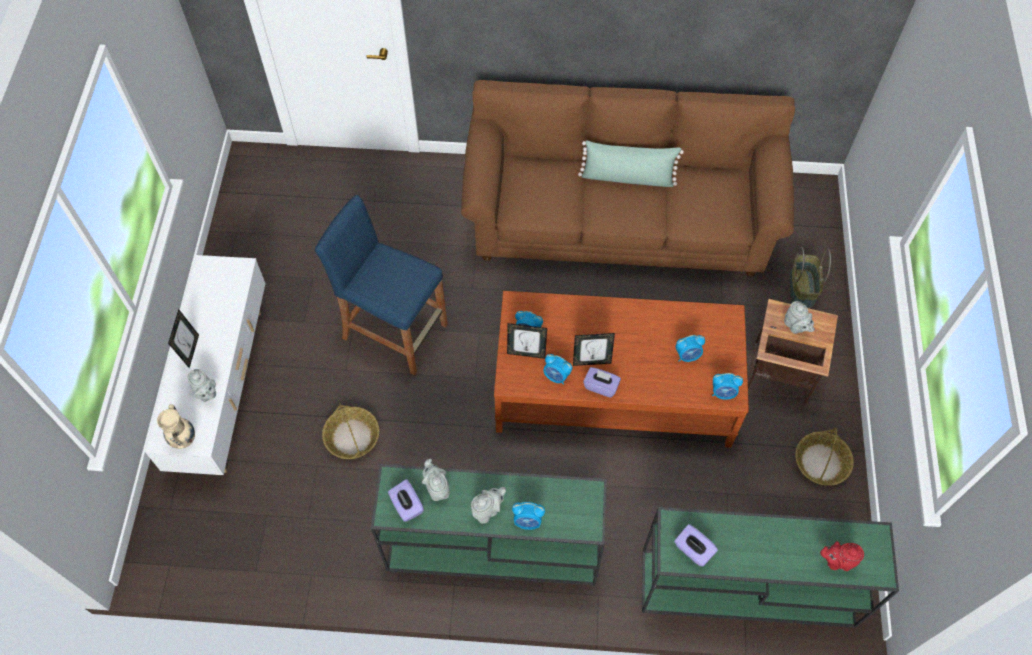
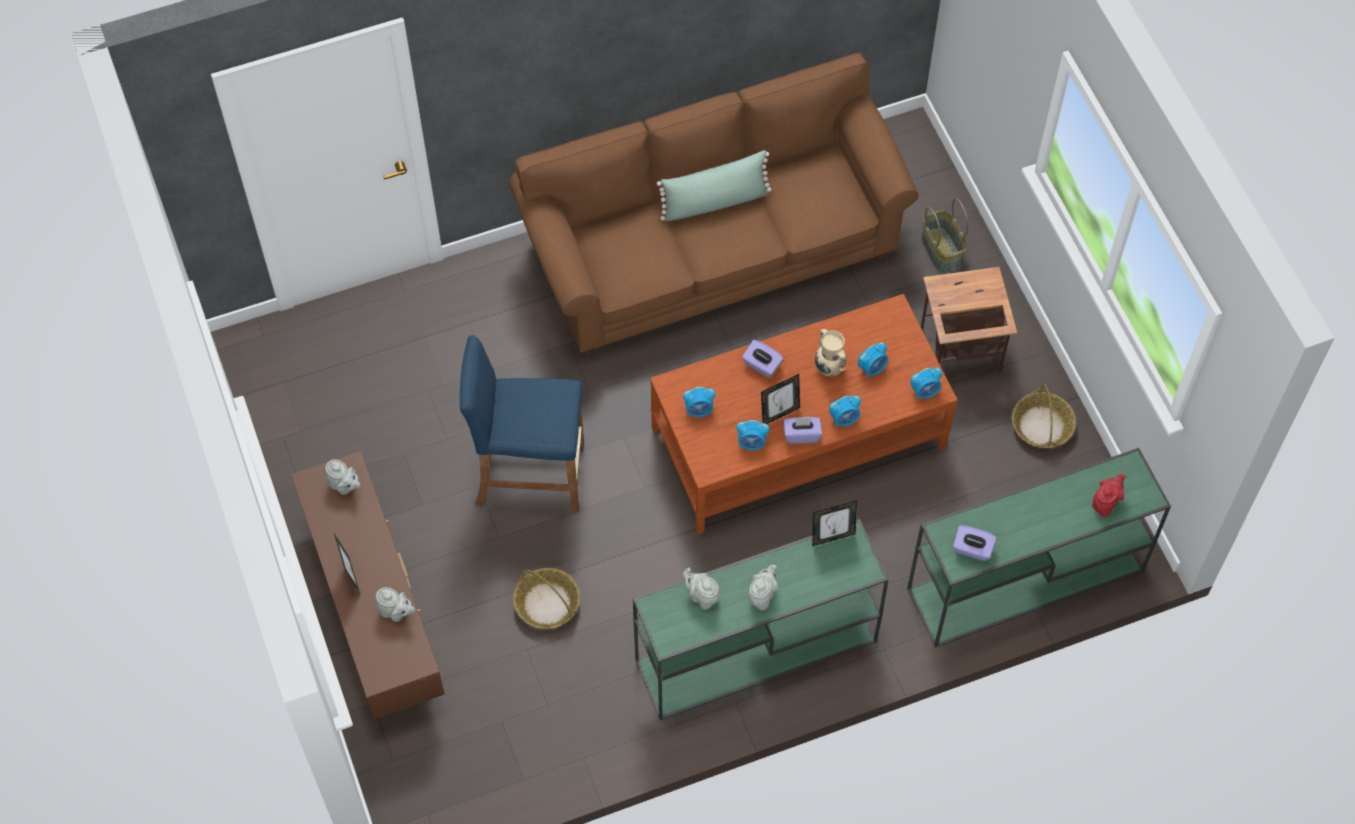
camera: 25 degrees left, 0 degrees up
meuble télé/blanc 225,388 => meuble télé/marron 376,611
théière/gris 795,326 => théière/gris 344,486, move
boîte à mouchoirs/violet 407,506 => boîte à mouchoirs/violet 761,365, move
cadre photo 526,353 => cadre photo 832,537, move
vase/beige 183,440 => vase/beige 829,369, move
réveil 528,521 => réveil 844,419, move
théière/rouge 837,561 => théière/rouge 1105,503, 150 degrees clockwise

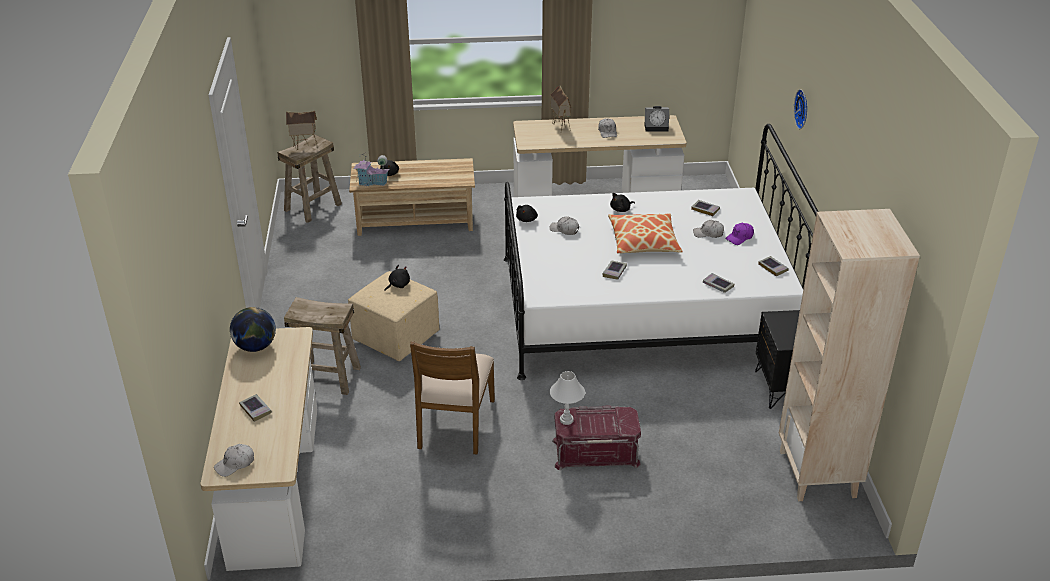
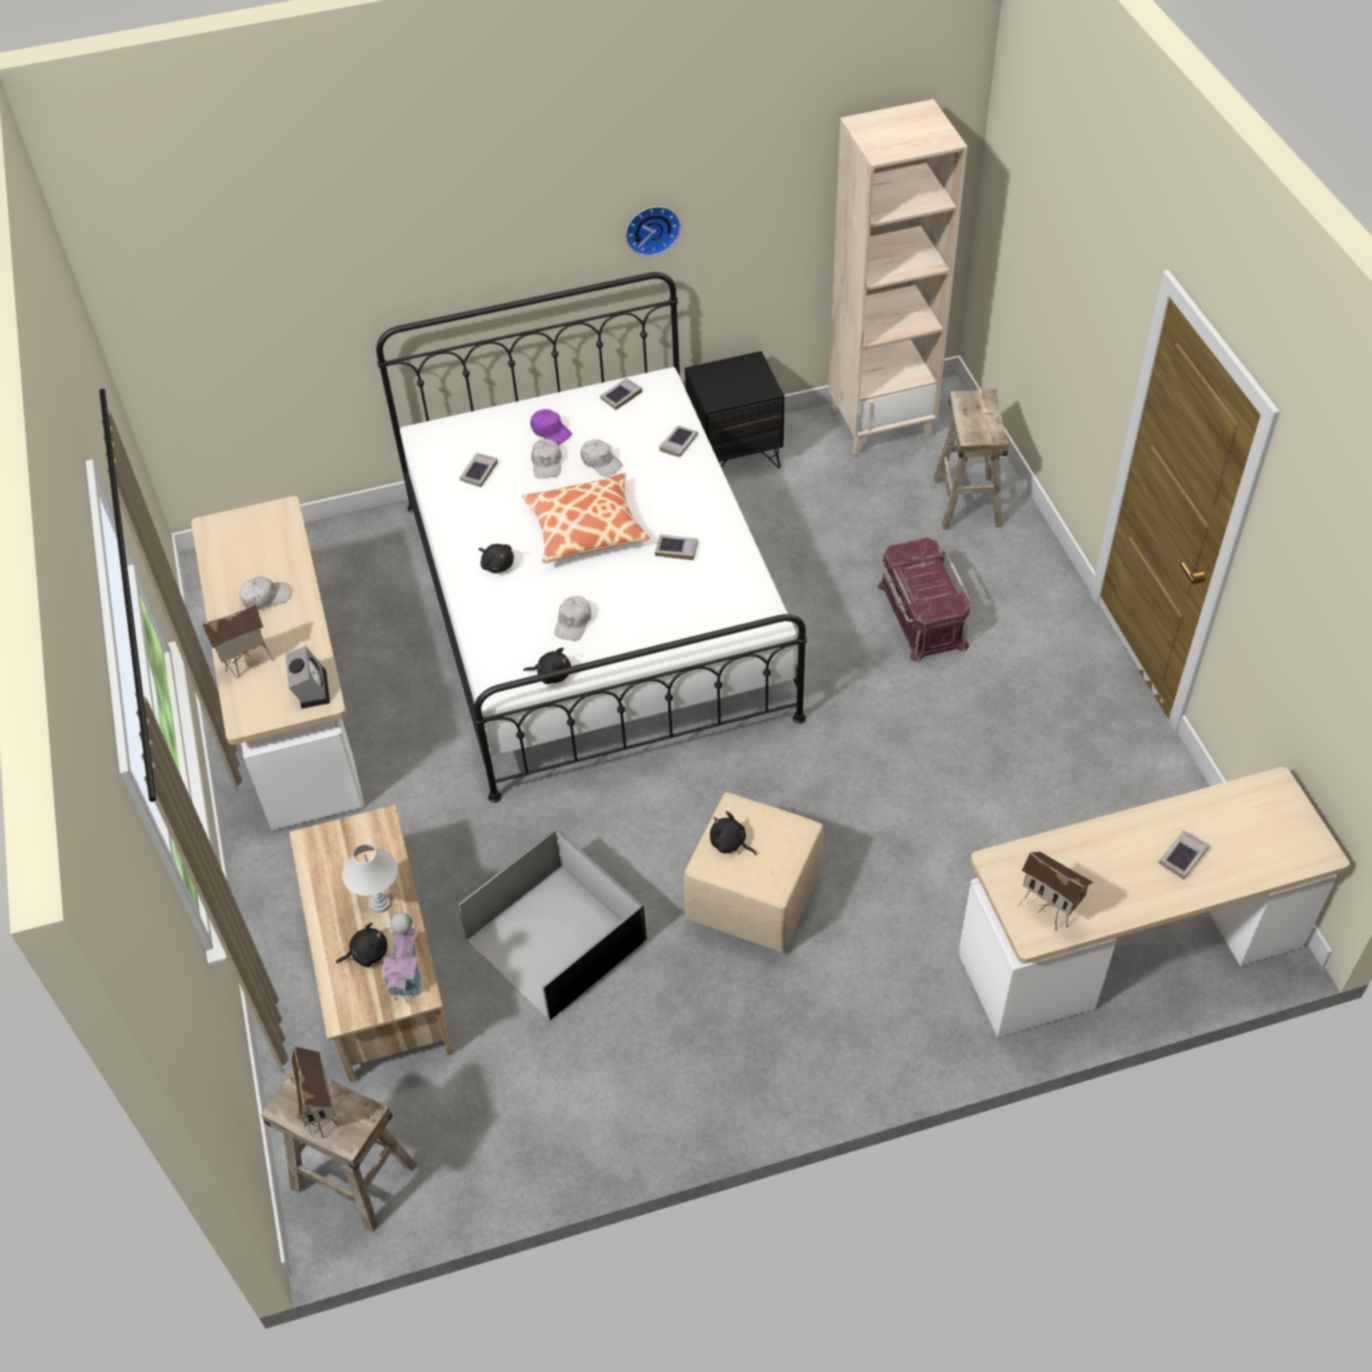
camera: 100 degrees left, 15 degrees up
réveil 657,127 => réveil 310,688, move
lampe de table/blanc 566,420 => lampe de table/blanc 380,903, move
nothing => boîte de rangement/noir 554,937
casquette/blanc 235,464 => casquette/blanc 601,462, move
horloge murale 803,109 => horloge murale 651,228, move
tabouret/beige 328,377 => tabouret/beige 966,501, move
globe 255,347 => maison miniature 1048,910
chaise/marron 454,424 => nothing

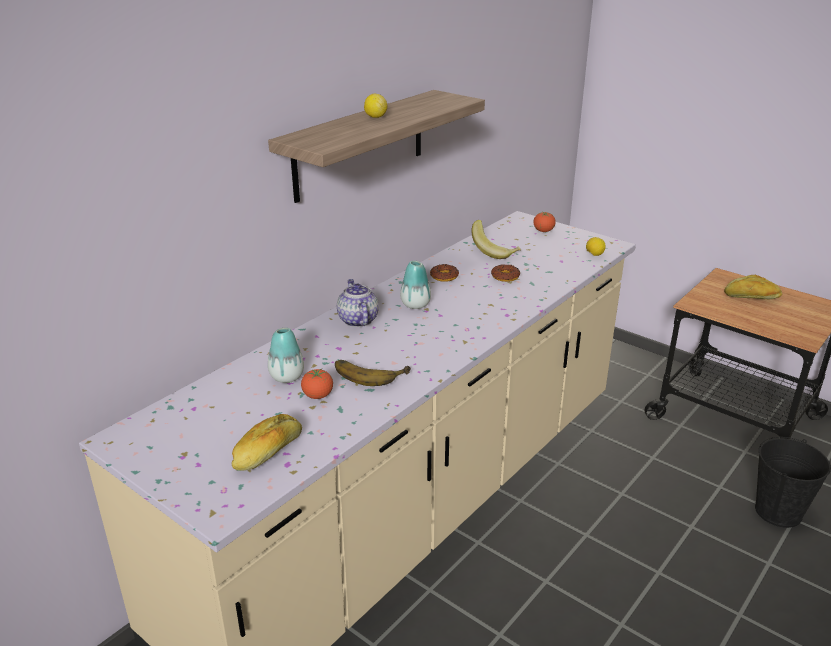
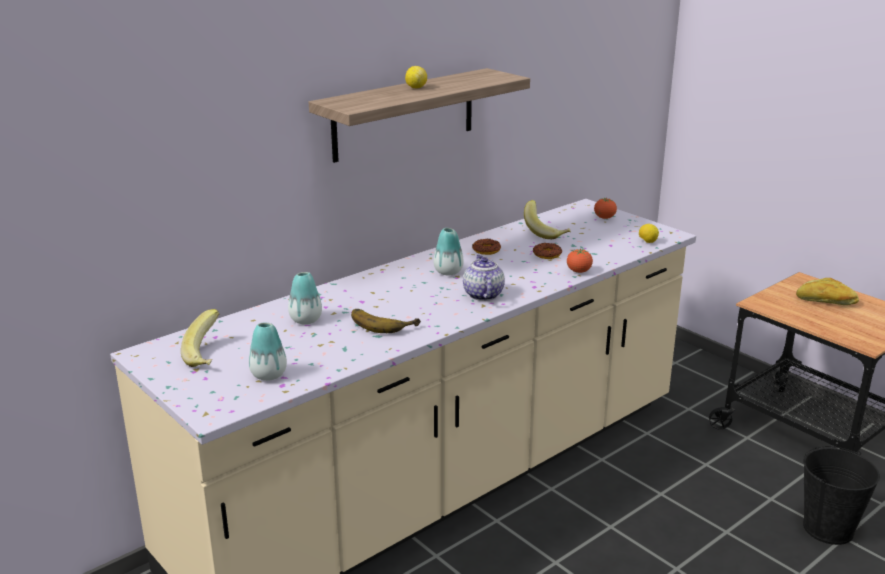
camera: 10 degrees right, 5 degrees down
nothing => banane 208,356
pain 268,452 => vase 268,375
théière 357,320 => théière 482,294, move
tomate 318,396 => tomate 578,271, move

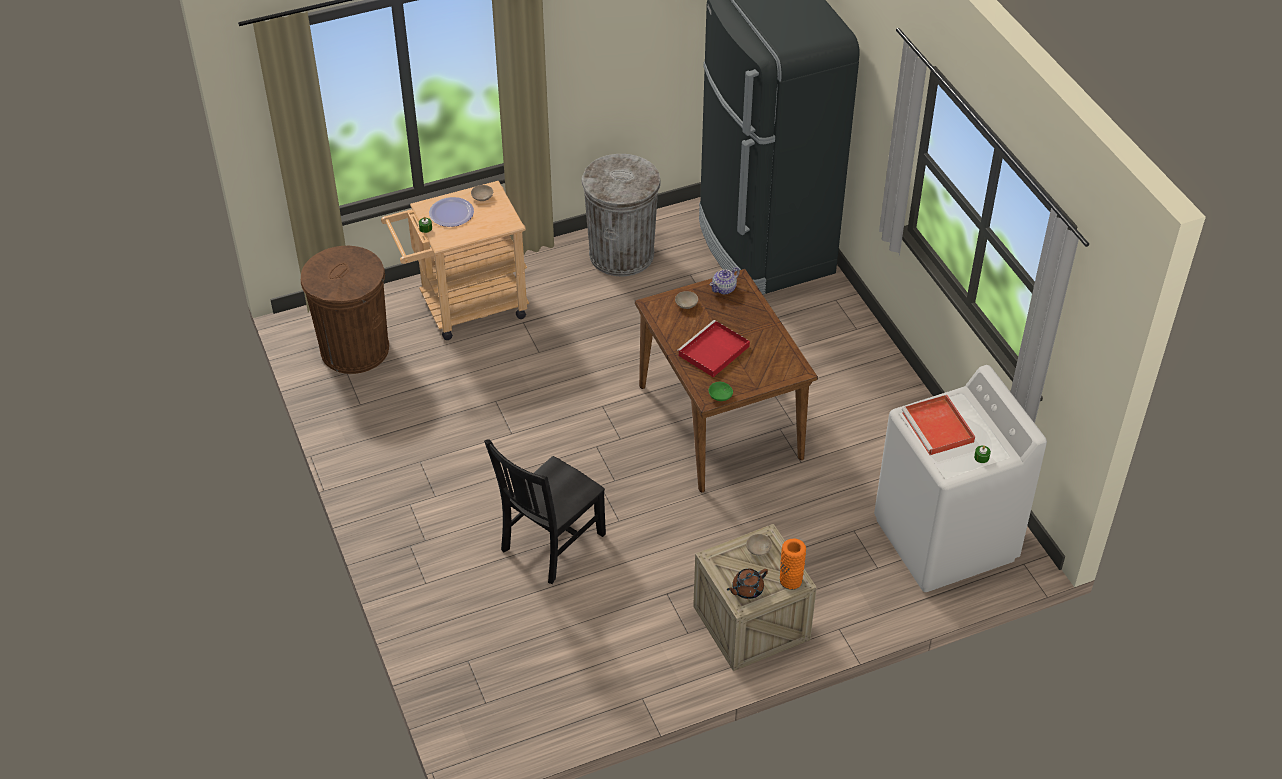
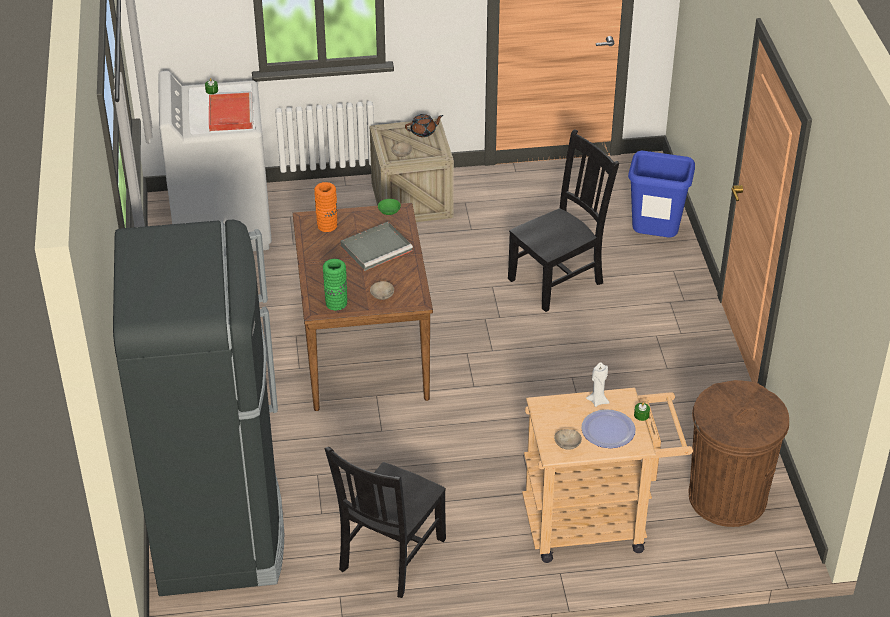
camera: 165 degrees left, 5 degrees down
vase/orange 790,580 => vase/orange 327,225, move
théière 724,288 => vase/vert 336,303
poubelle/gris 622,254 => chaise/noir 390,557
plateau/rouge 713,352 => plateau/gris 377,248
nothing => bougie/blanc 597,401
nothing => poubelle/bleu 653,239

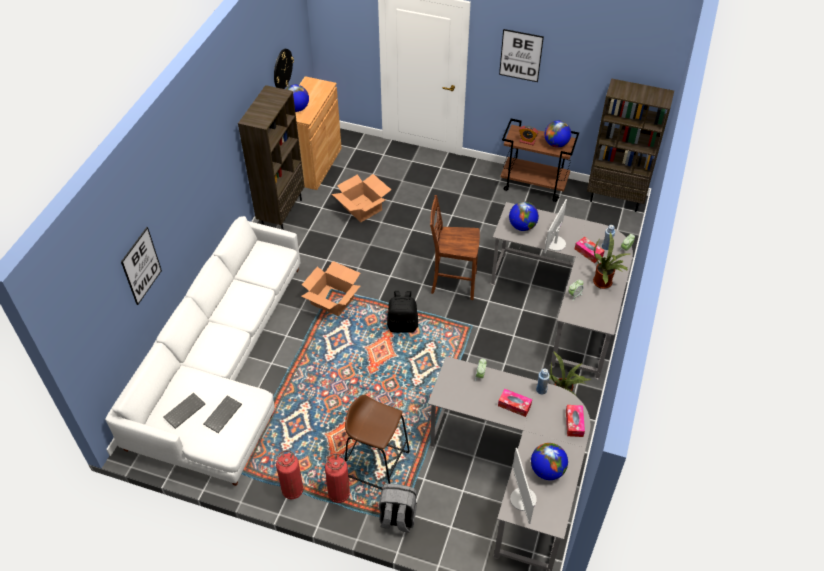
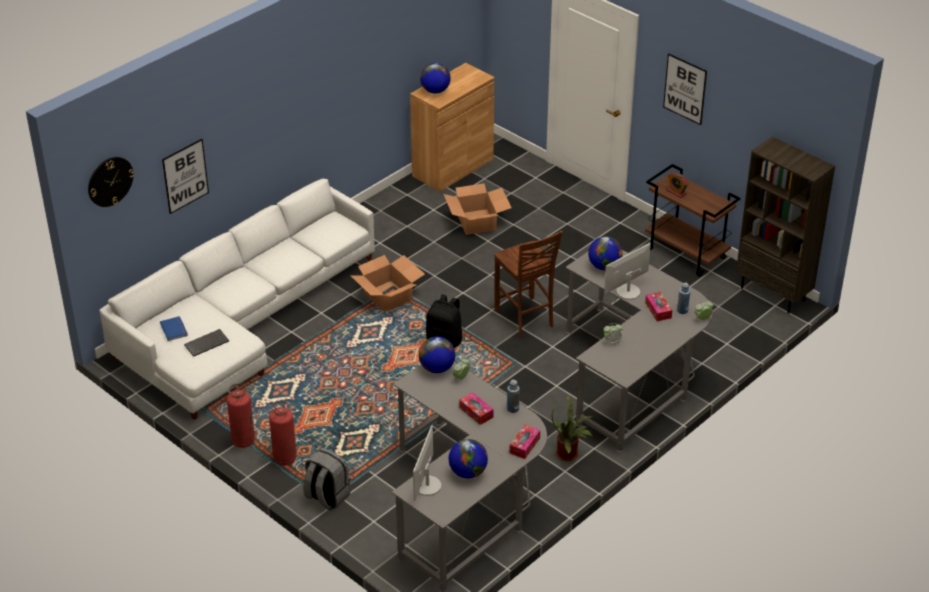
camera: 25 degrees right, 10 degrees down
horloge murale 282,69 => horloge murale 110,181, move
clavier 184,410 => livre/bleu 175,329
globe 556,144 => globe 437,368, move
chaise/marron 452,283 => chaise/marron 525,319, 150 degrees counterclockwise
bibliothèque/marron 281,212 => nothing
tabouret/marron 377,463 => nothing
plante en pot 604,282 => nothing

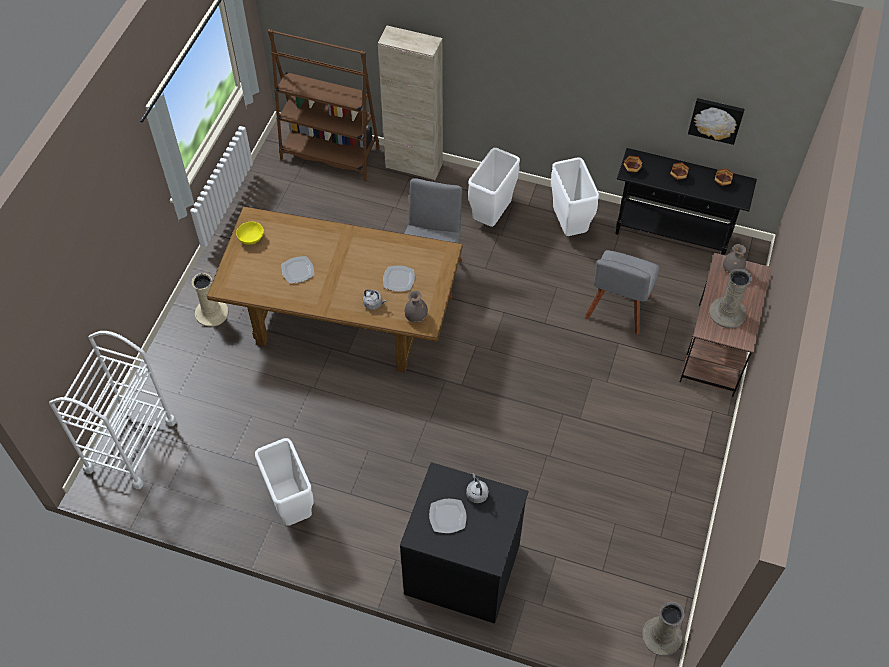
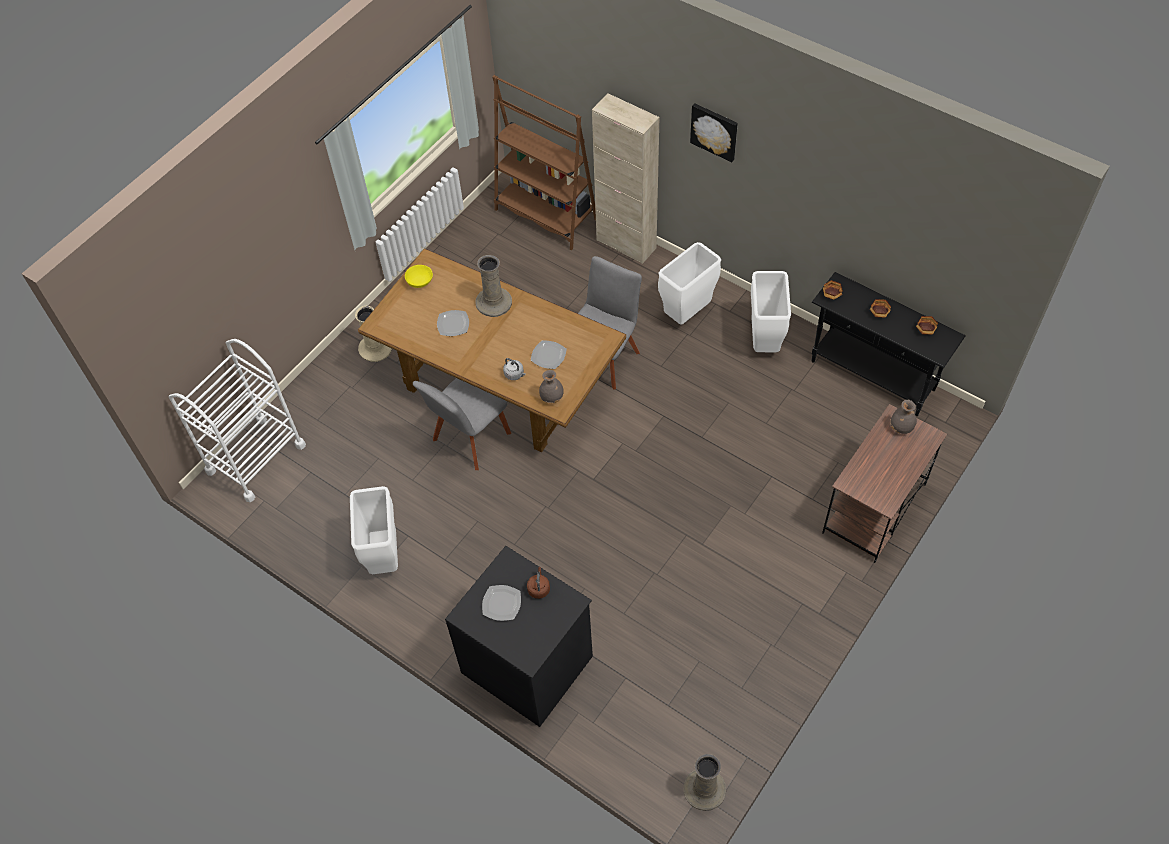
camera: 20 degrees right, 0 degrees up
chaise/gris 617,310 => chaise/gris 469,439, move
vase/beige 727,313 => vase/beige 493,302, move
bouilloire/gris 476,493 => bouilloire/marron 538,588
tableau 716,119 => tableau 714,131, move

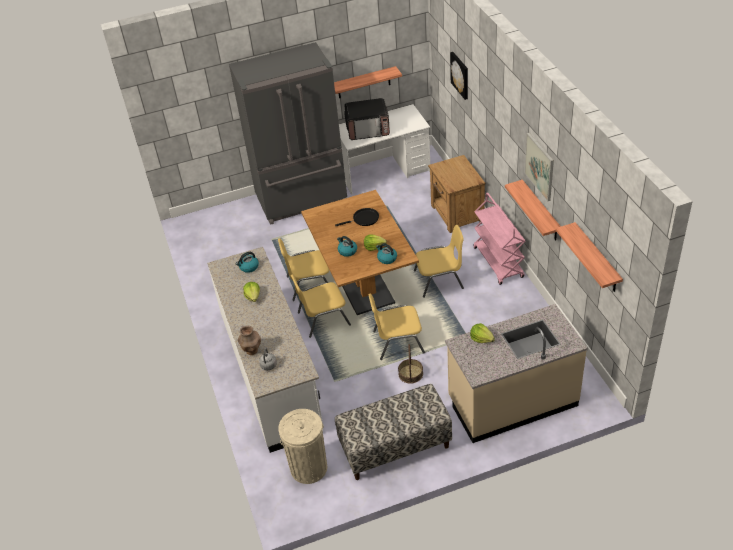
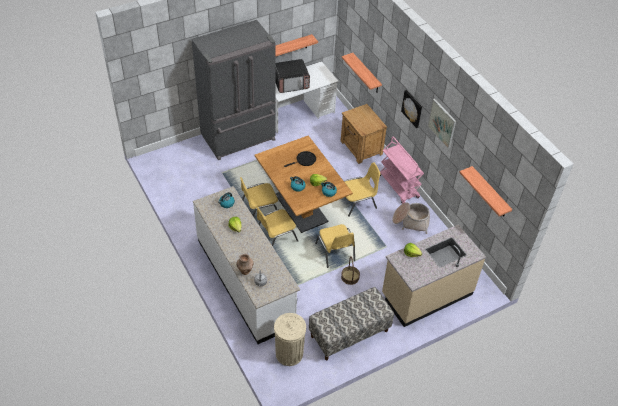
camera: 15 degrees left, 5 degrees up
chaise/jaune 397,341 => chaise/jaune 335,252, 90 degrees counterclockwise
étagère 541,211 => étagère 366,74, move
nothing => panier 411,221
tableau 460,75 => tableau 412,108, move

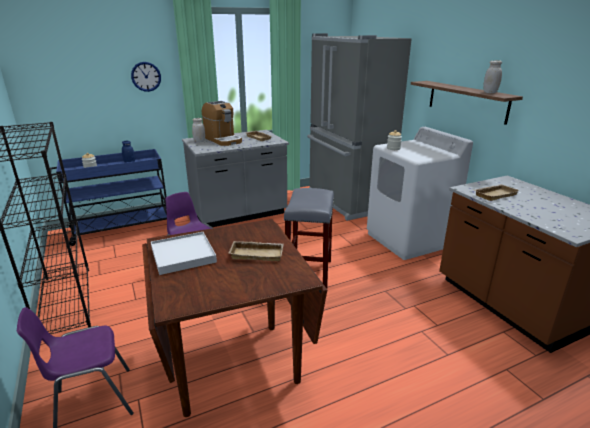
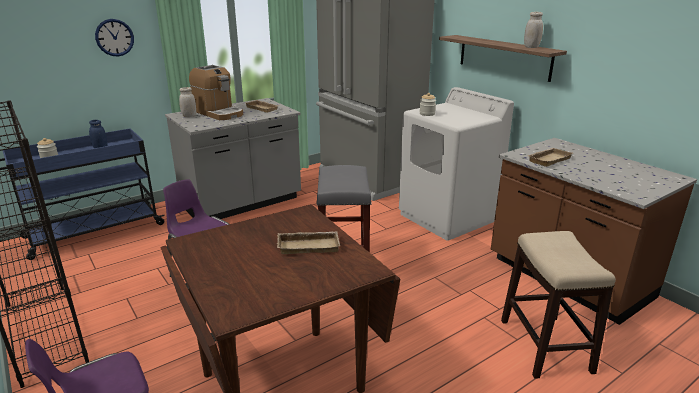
camera: 10 degrees left, 0 degrees up
nothing => tabouret 545,346
plateau/blanc 183,255 => nothing

